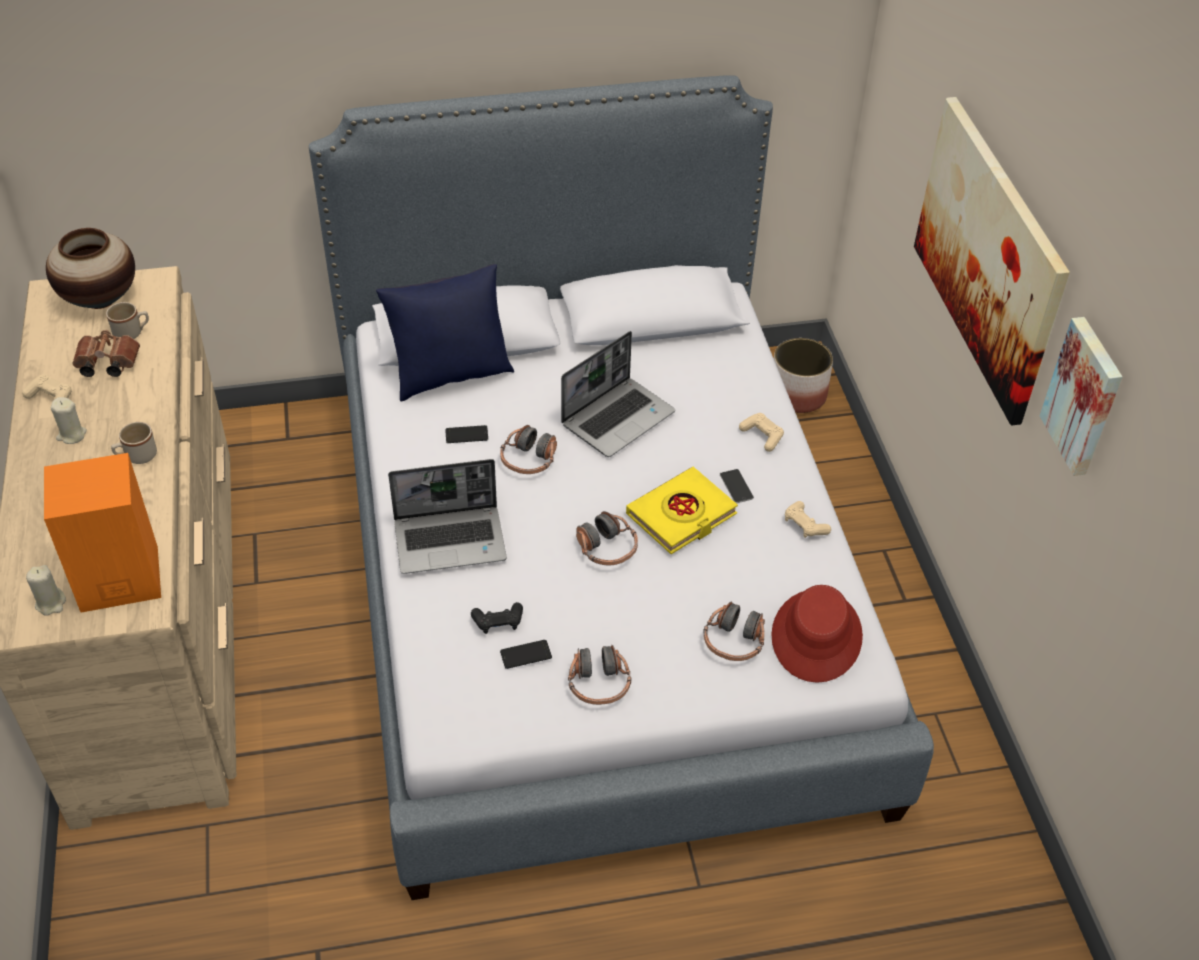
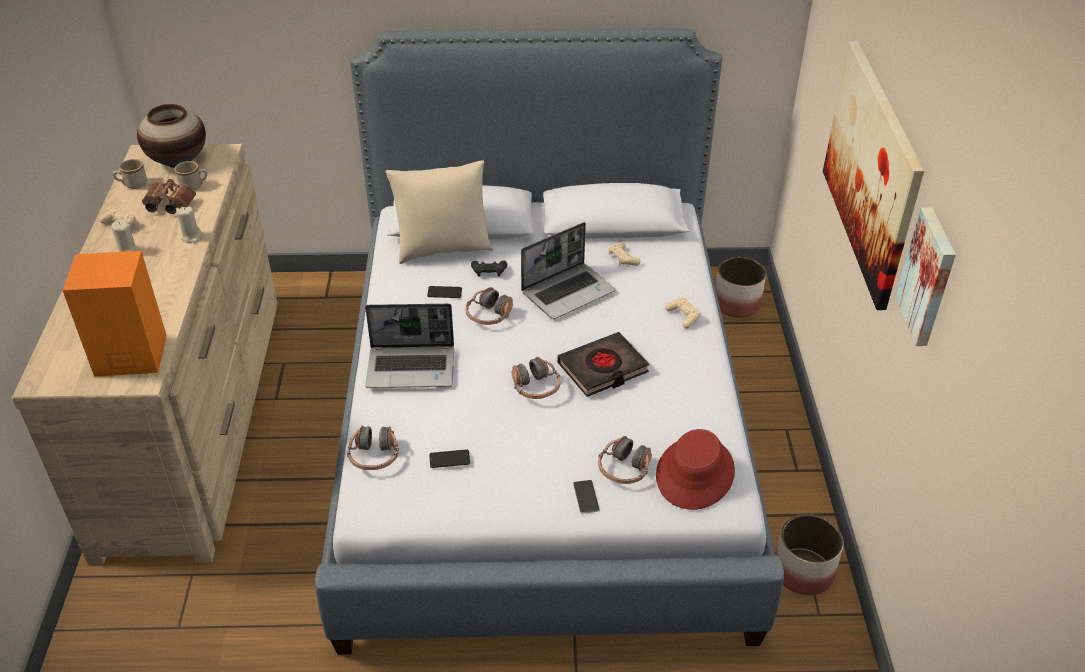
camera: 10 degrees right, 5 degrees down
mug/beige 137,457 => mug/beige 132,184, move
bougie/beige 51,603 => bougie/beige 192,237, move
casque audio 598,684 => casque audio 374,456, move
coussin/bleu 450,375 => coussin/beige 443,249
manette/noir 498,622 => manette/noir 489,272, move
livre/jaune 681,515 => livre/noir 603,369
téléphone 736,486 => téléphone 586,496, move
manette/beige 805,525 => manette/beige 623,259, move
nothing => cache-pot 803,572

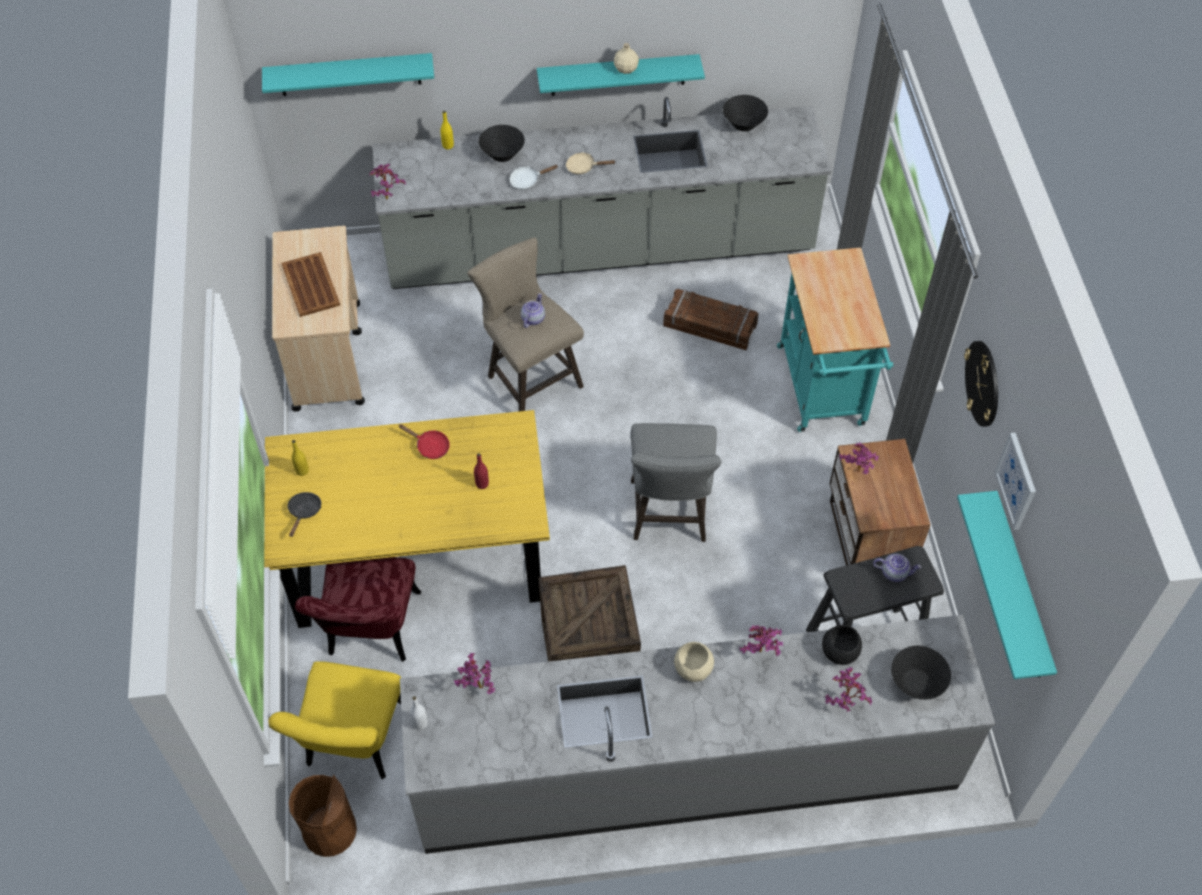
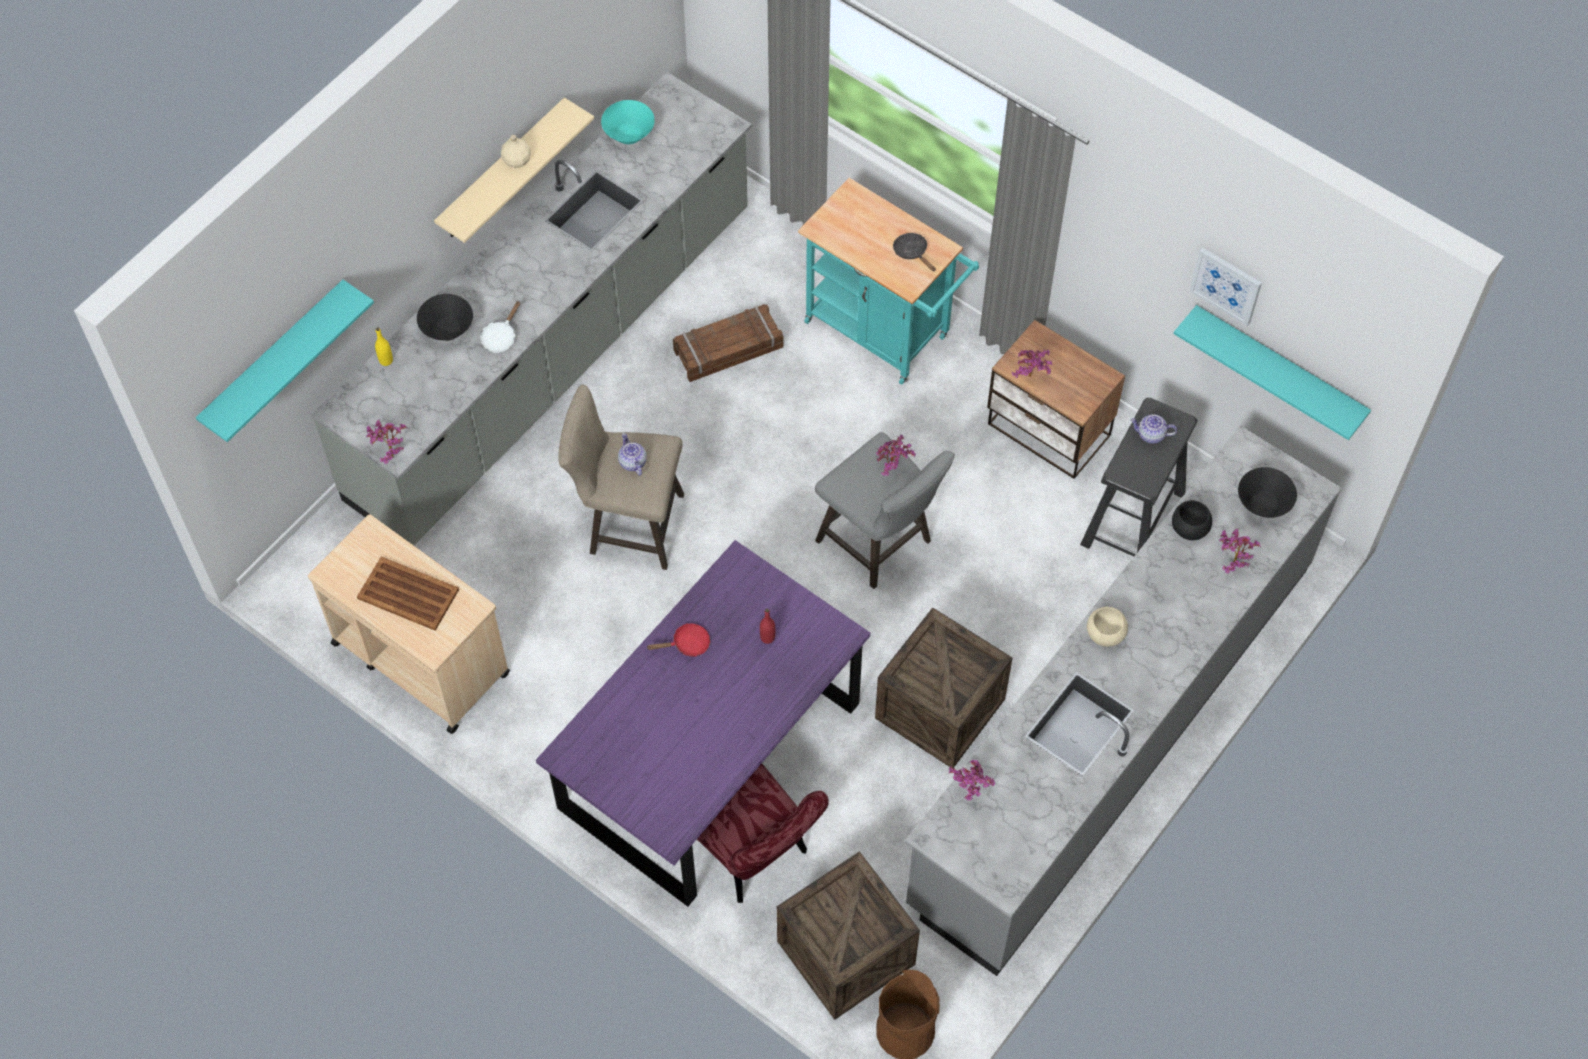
camera: 45 degrees left, 5 degrees up
étagère/turquoise 618,75 => étagère/beige 502,171
table à manger/jaune 417,552 => table à manger/violet 711,756
bol/noir 744,124 => bol/turquoise 629,134
chaise/jaune 353,745 => caisse 846,953
plante en pot 761,654 => plante en pot 893,468, move
poêle/noir 304,512 => poêle/noir 912,252, move
théière 894,572 => théière 1151,435, 135 degrees counterclockwise
bouteille/jaune 302,471 => nothing
bouteille/blanc 420,723 => nothing
poêle/beige 584,167 => nothing
horloge murale 983,383 => nothing

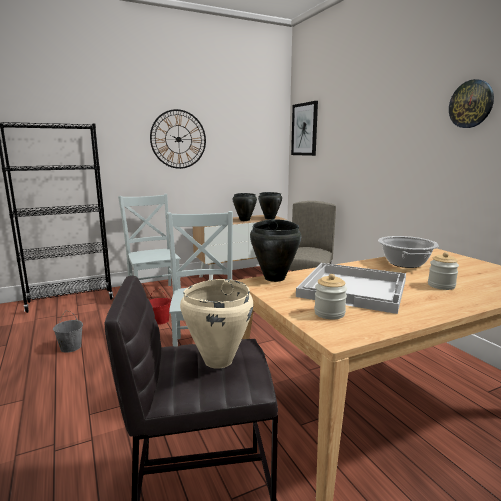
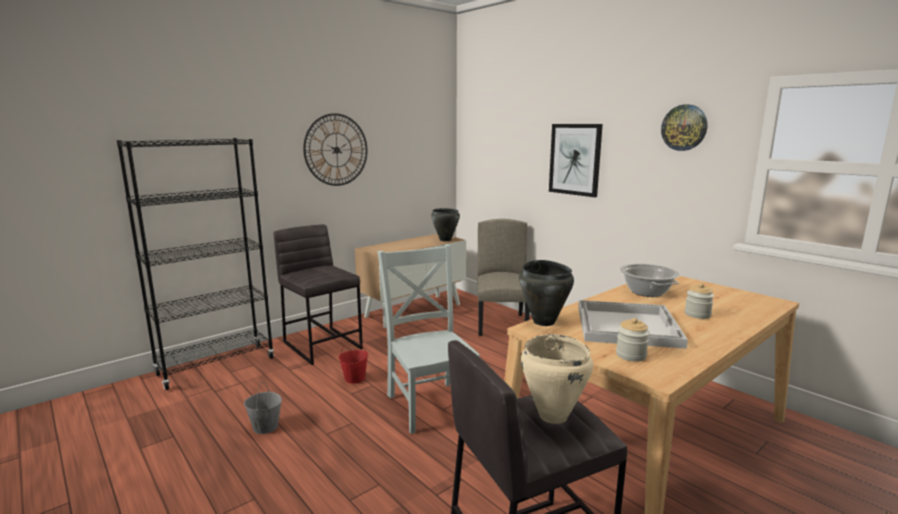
camera: 15 degrees left, 0 degrees up
chaise/gris 154,293 => tabouret/gris 323,344
tableau 304,129 => tableau 575,159, move
marmite/noir 244,220 => nothing

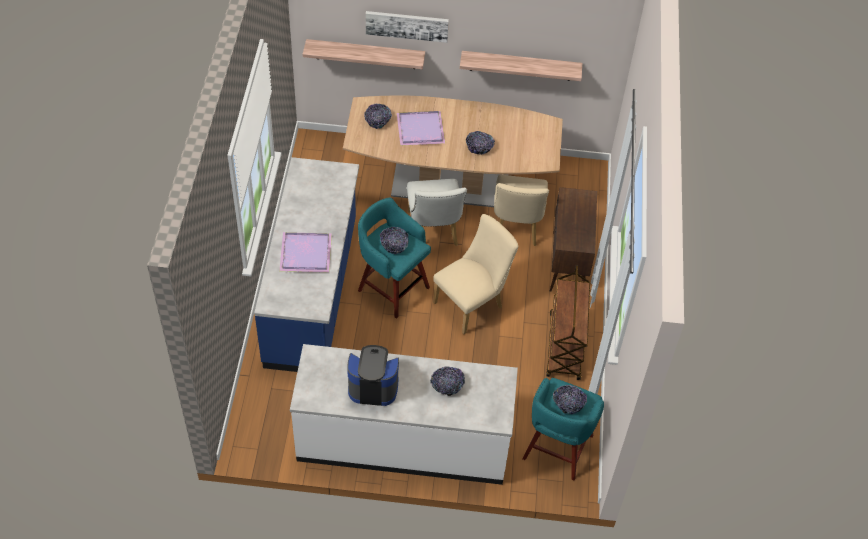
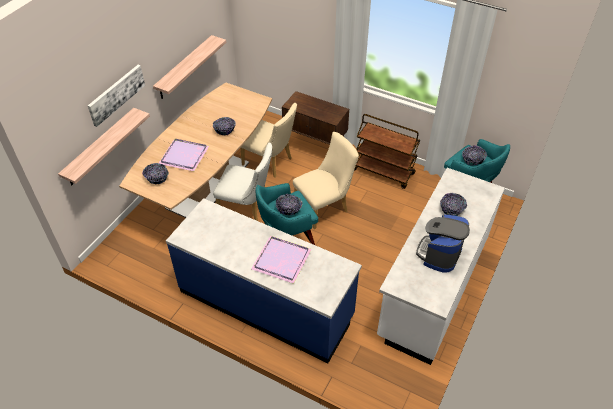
camera: 65 degrees left, 5 degrees down
chaise/beige 472,303 => chaise/beige 324,207, 75 degrees clockwise

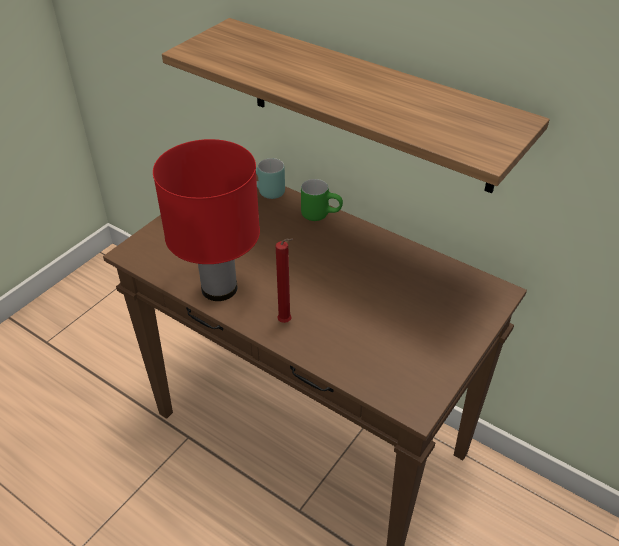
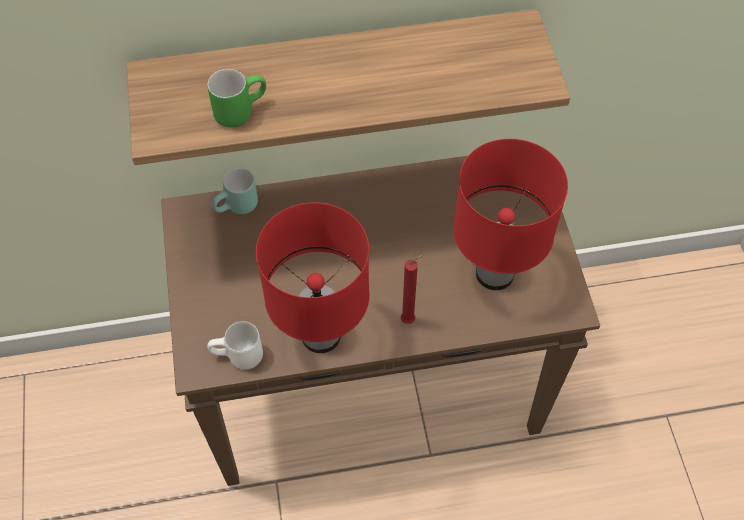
camera: 45 degrees left, 15 degrees up
mug/vert 321,214 => mug/vert 239,109, move
nothing => mug/blanc 238,358
nothing => lampe de table/rouge 493,273

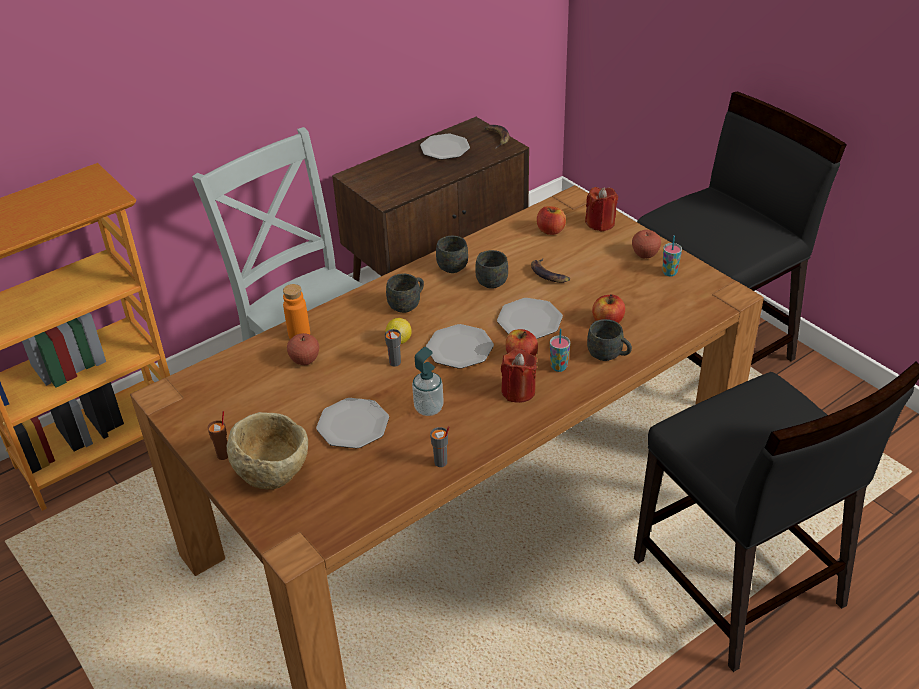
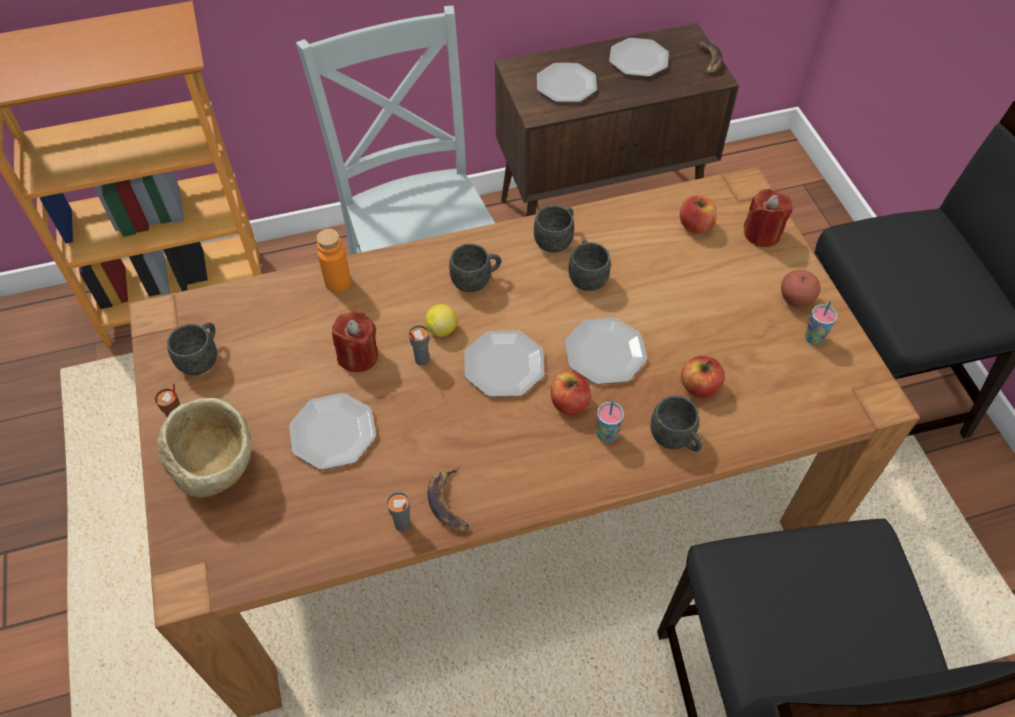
camera: 20 degrees right, 15 degrees up
nothing => mug/gris 202,358
bougie/rouge 518,391 => bougie/rouge 358,356, move
banane 548,274 => banane 449,503, move
nothing => assiette 565,85
pomme 305,360 => nothing
distributeur de savon 429,408 => nothing

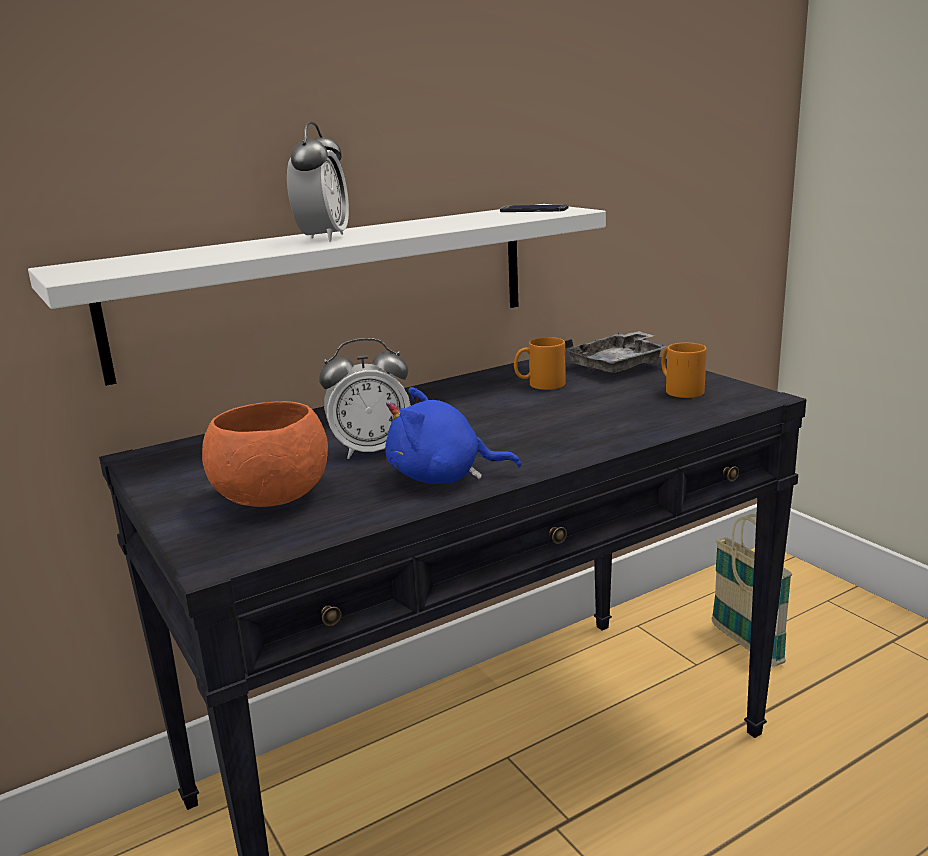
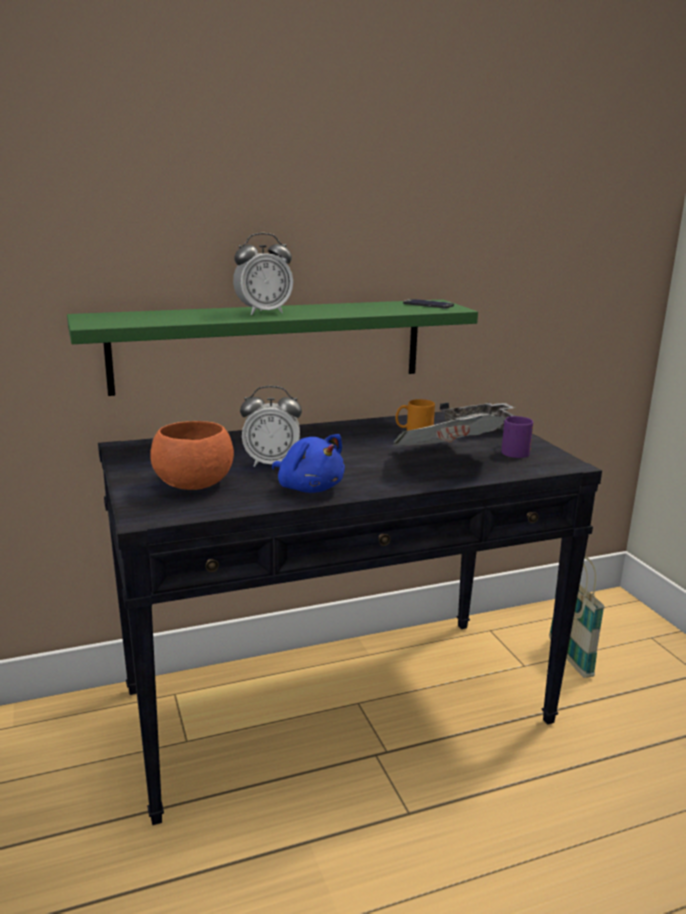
camera: 10 degrees right, 0 degrees up
étagère/blanc 330,287 => étagère/vert 270,345
réveil 323,238 => réveil 263,312, 45 degrees clockwise
peluche/bleu 443,477 => peluche/bleu 309,488, 150 degrees counterclockwise
nothing => journal 445,461
mug/orange 678,390 => mug/violet 512,451

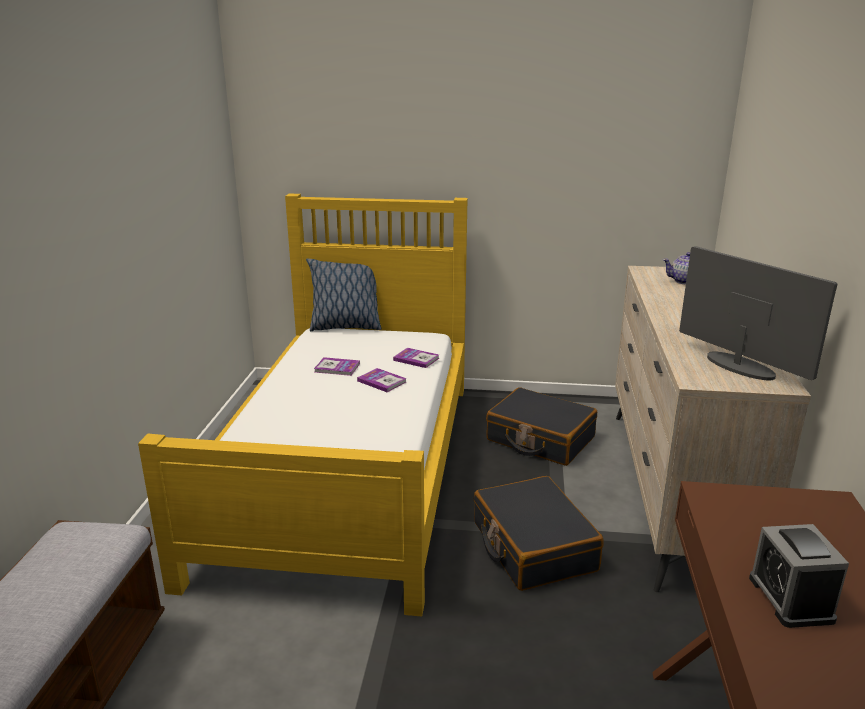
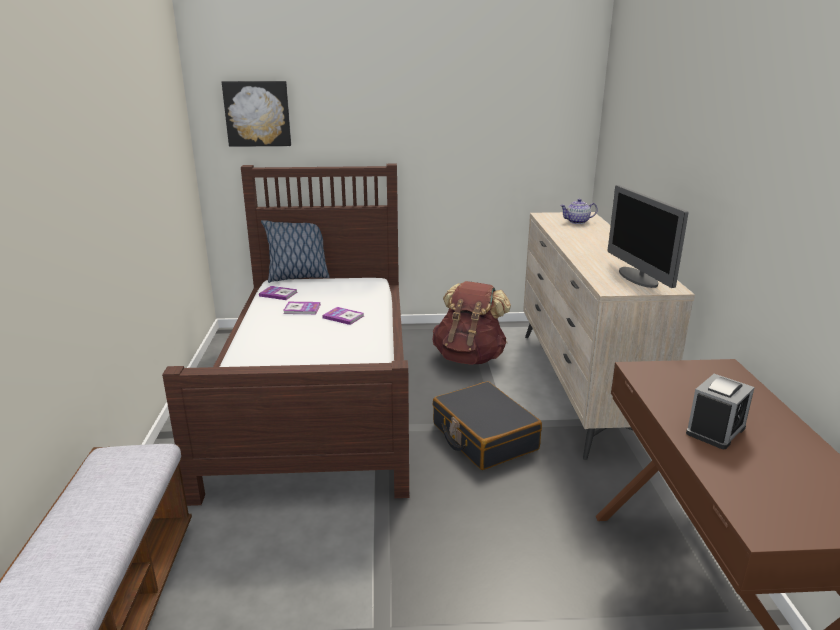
camera: 10 degrees left, 0 degrees up
lit/jaune 348,469 => lit/marron 318,393
nothing => tableau 257,113
livre 416,359 => livre 278,294, move
valise/noir 540,439 => sac à dos/marron 469,357
écran d'ordinateur 739,366 => écran d'ordinateur 638,278, 150 degrees counterclockwise
réveil 790,599 => réveil 715,430, 120 degrees counterclockwise

